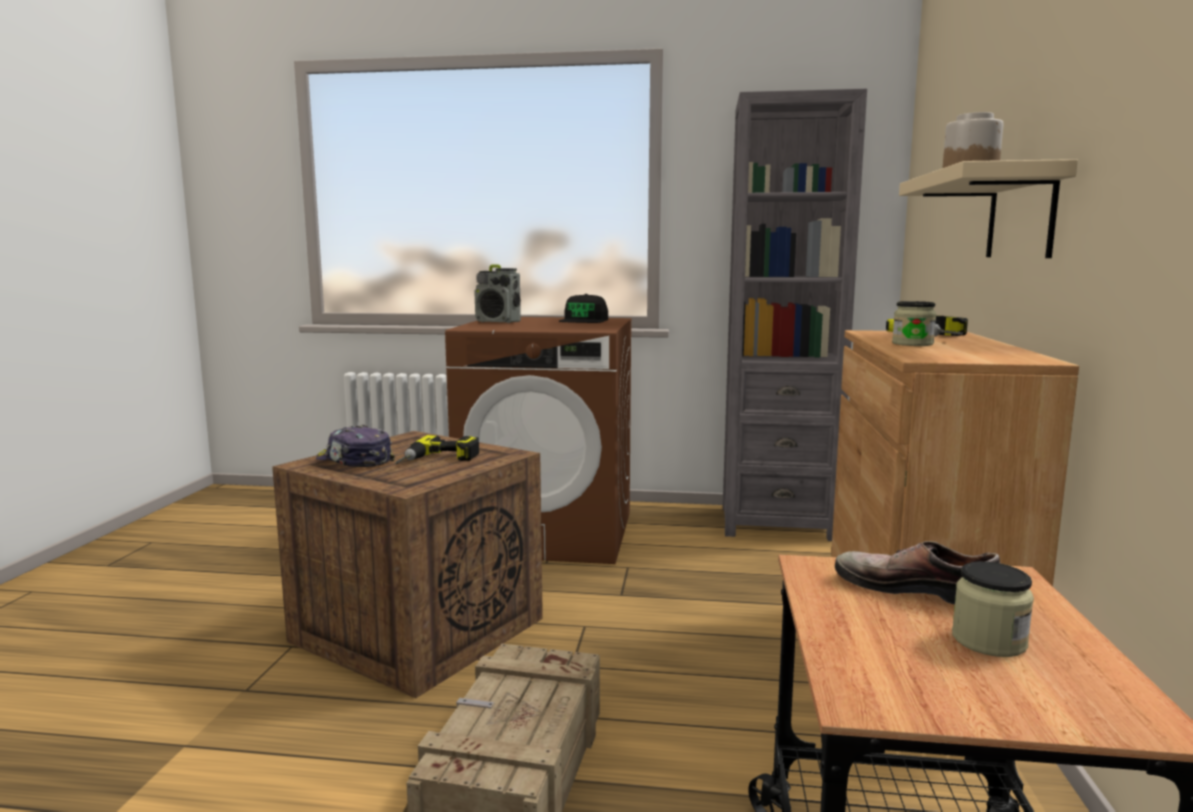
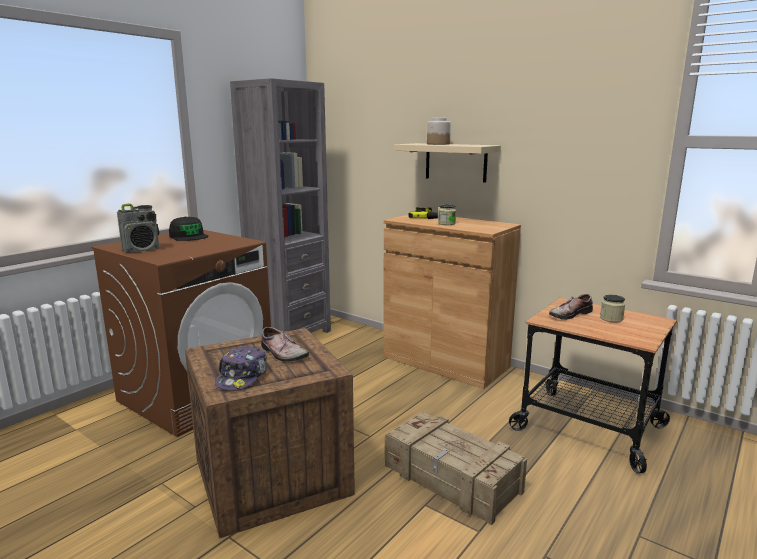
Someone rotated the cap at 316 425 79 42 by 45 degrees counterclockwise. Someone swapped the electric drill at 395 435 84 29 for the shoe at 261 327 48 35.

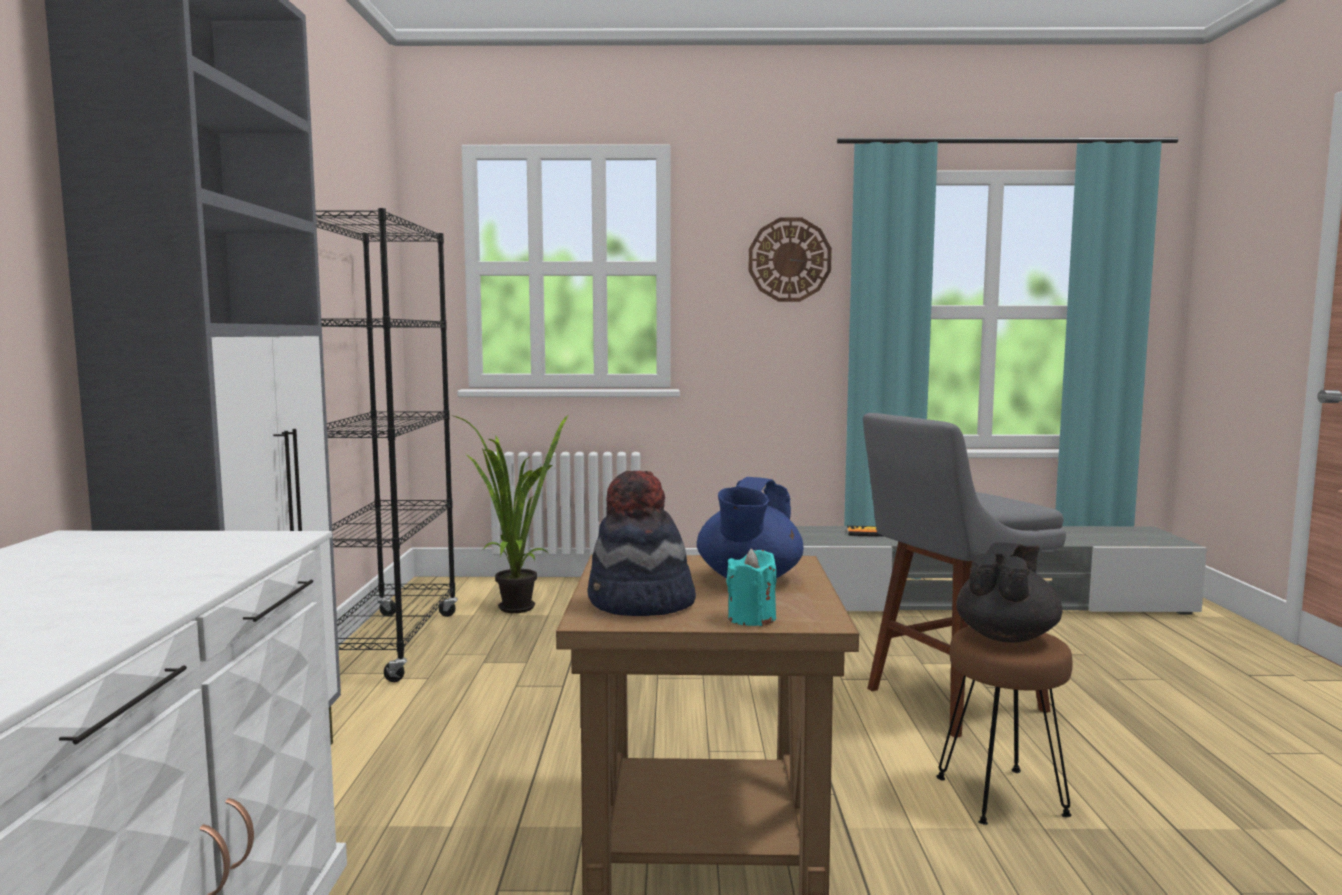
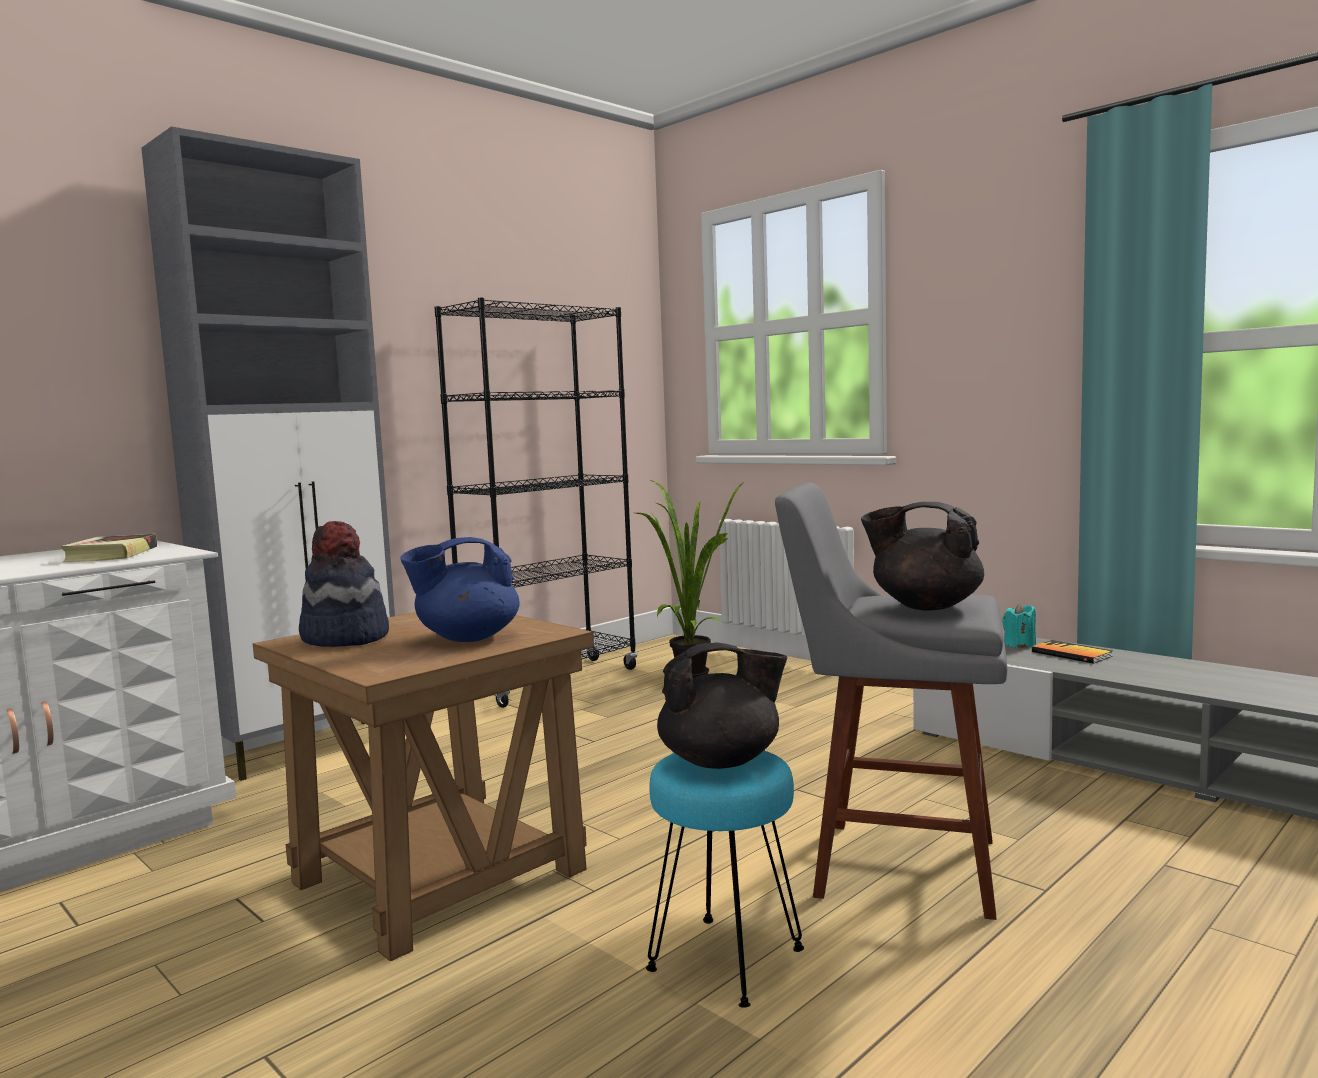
Someone carried the blue-green wax candle from 726 549 51 77 to 1002 603 34 45. Someone took away the clock on the wall at 749 217 83 85. Someone repainted the brown sitting stool at 936 626 137 199, which became the blue-green sitting stool at 646 751 158 257. Someone put down the bound book at 60 534 97 28. Someone put down the black tea pot at 861 502 123 109.

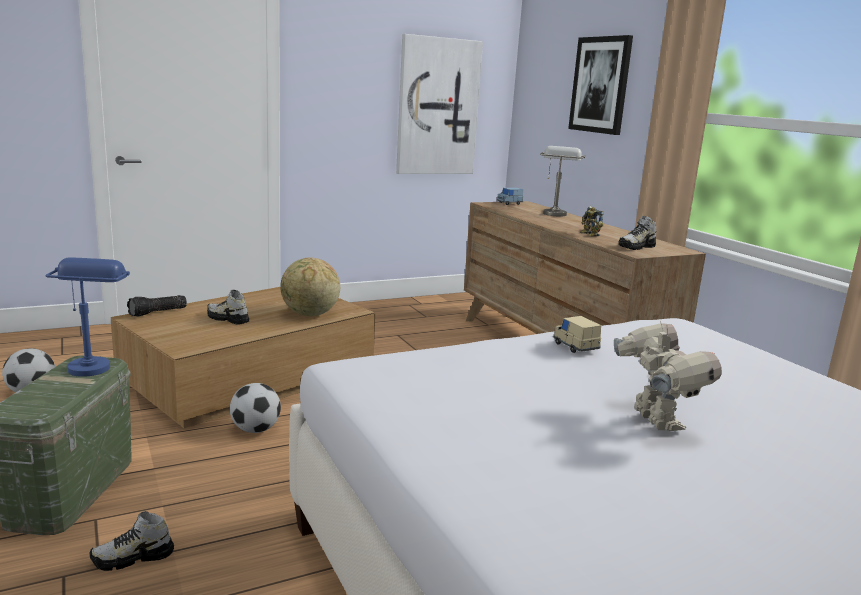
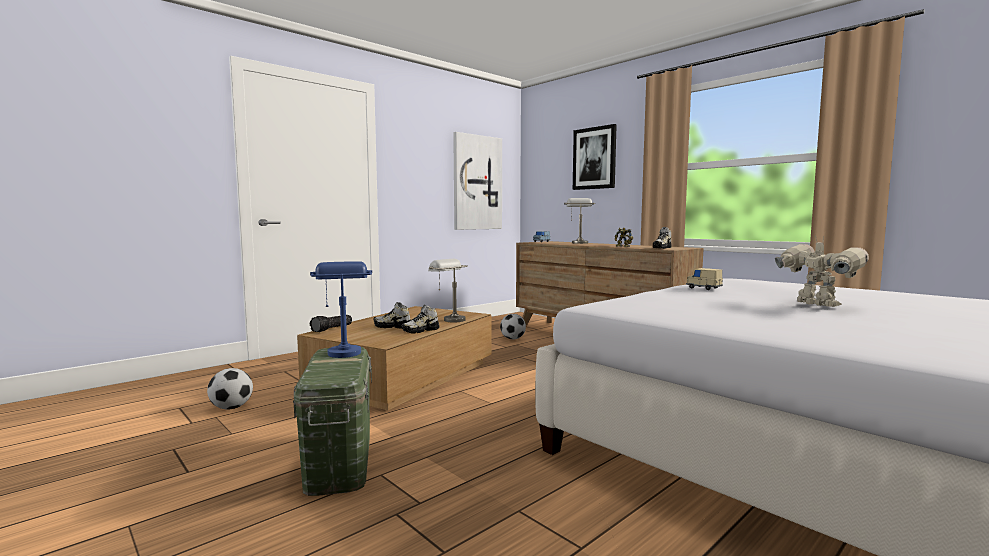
Someone carried the shoe from 89 511 85 60 to 402 305 37 29. Someone carried the ball for football from 230 383 51 50 to 500 314 26 25. Someone swapped the desk globe at 280 258 60 58 for the greyish lamp for a table at 428 259 40 63.

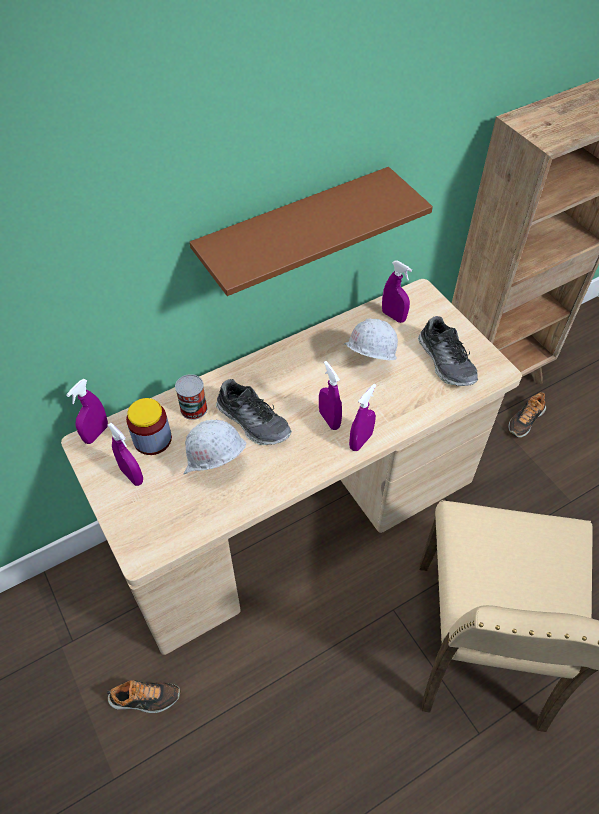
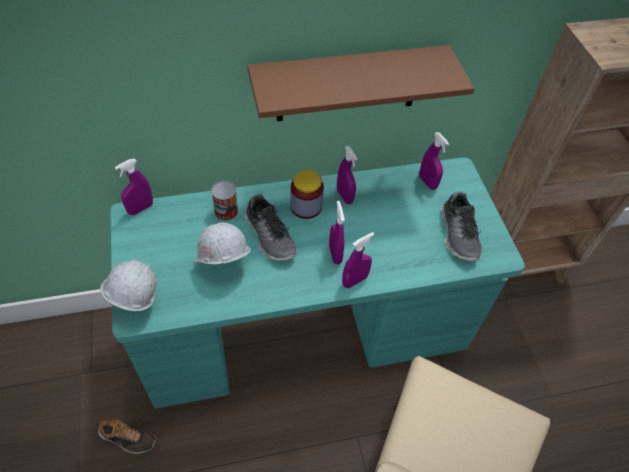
Someone repainted the beige desk unit at 61 279 461 376, which became the blue-green desk unit at 110 157 415 251. Someone carried the purple-coloured sprayer from 108 423 35 63 to 337 146 20 58. Someone carried the preserve jar from 126 398 46 57 to 290 170 34 49. Someone carried the white safety helmet from 344 318 54 42 to 100 260 56 51. Someone took away the shoe at 508 392 38 45.

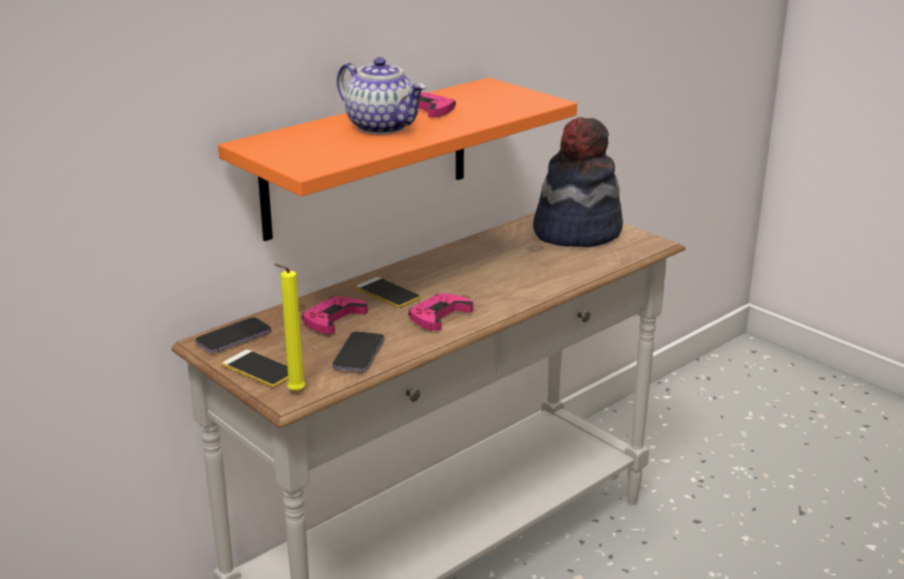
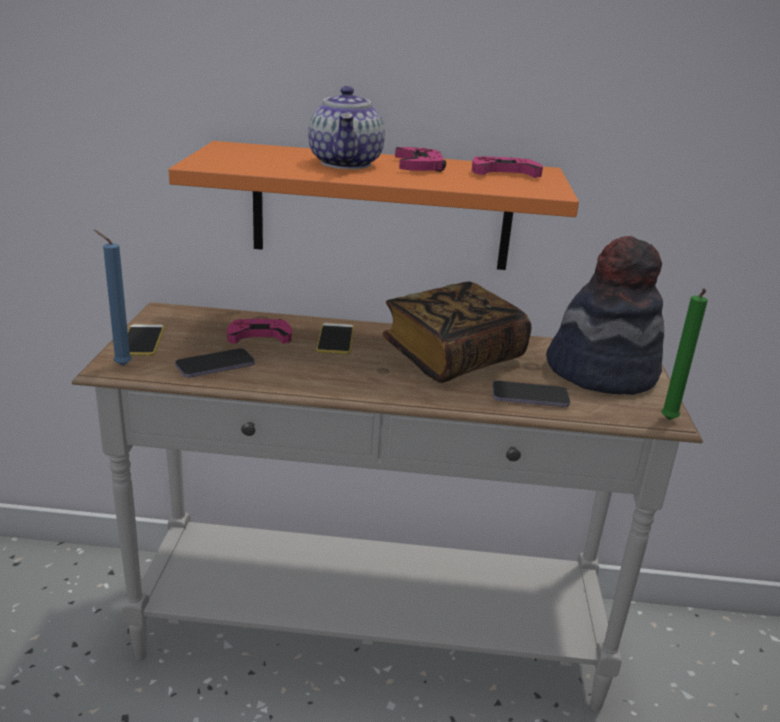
Someone carried the phone from 195 317 76 36 to 492 381 78 26. Someone repainted the yellow-coloured wax candle at 274 264 31 128, which became the blue-coloured wax candle at 94 230 38 136. Someone carried the pink gamepad from 408 293 65 38 to 472 156 71 22. Someone put down the bound book at 382 281 150 102. Someone put down the greenish wax candle at 661 288 47 132.

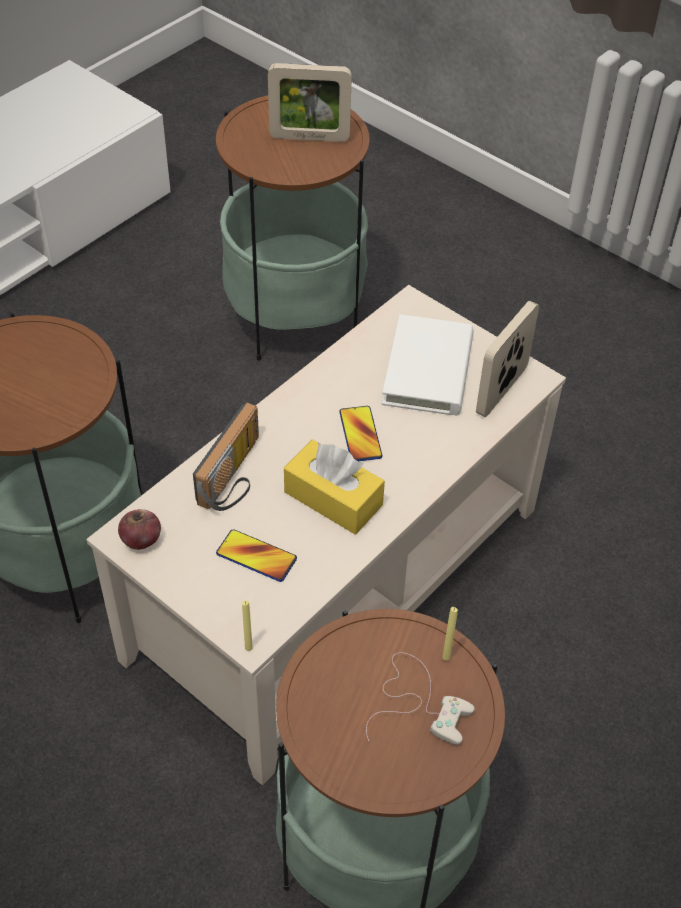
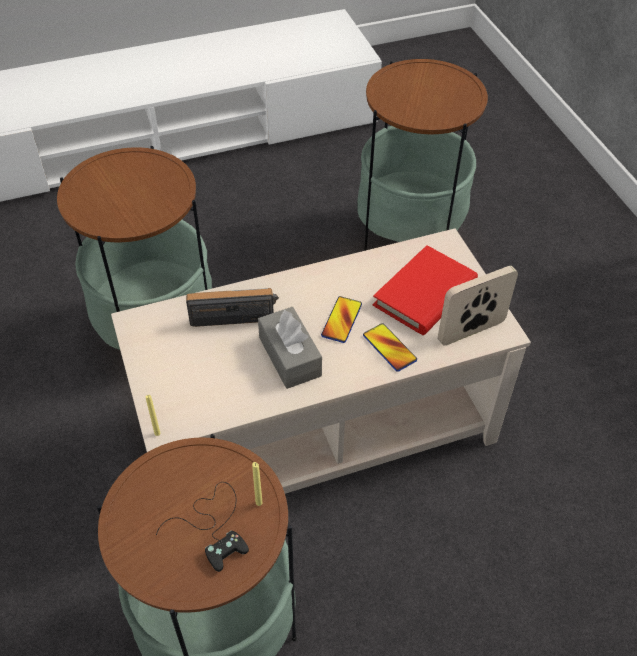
Someone took away the apple fruit at 118 509 43 41. Someone rotated the radio receiver at 193 402 66 109 by 150 degrees counterclockwise. Someone carried the phone from 216 529 81 53 to 363 323 54 49. Someone took away the photo frame at 268 63 84 79. Someone repainted the yellow-coloured tissue box at 284 439 101 95, which became the greyish tissue box at 258 307 64 82. Someone repainted the white gamepad at 366 652 109 93, which became the black gamepad at 156 482 93 90. Someone repainted the white bound book at 382 314 91 101, which became the red-coloured bound book at 373 245 105 90.

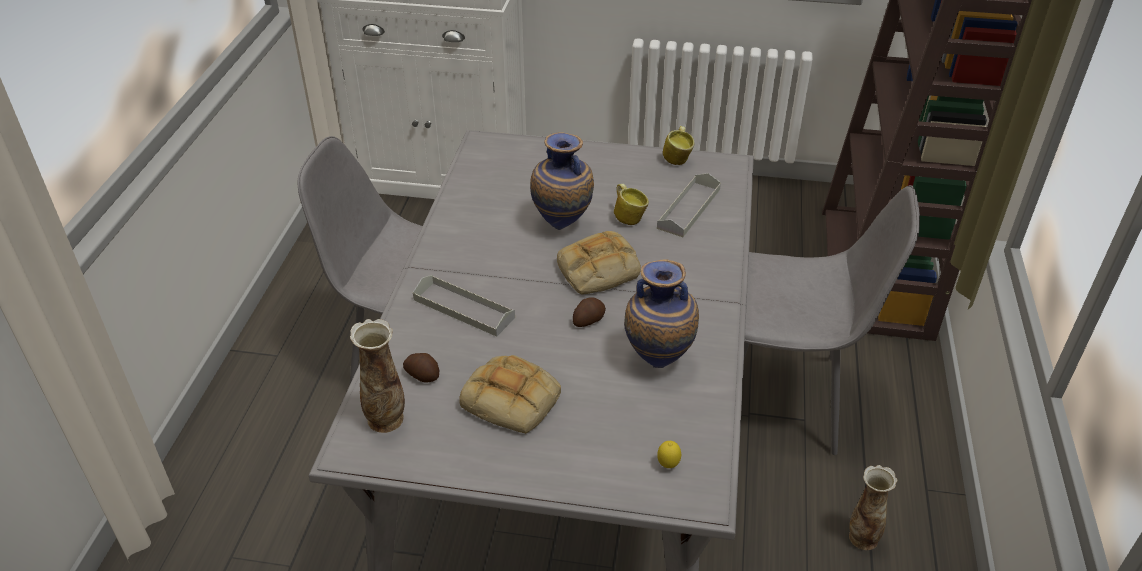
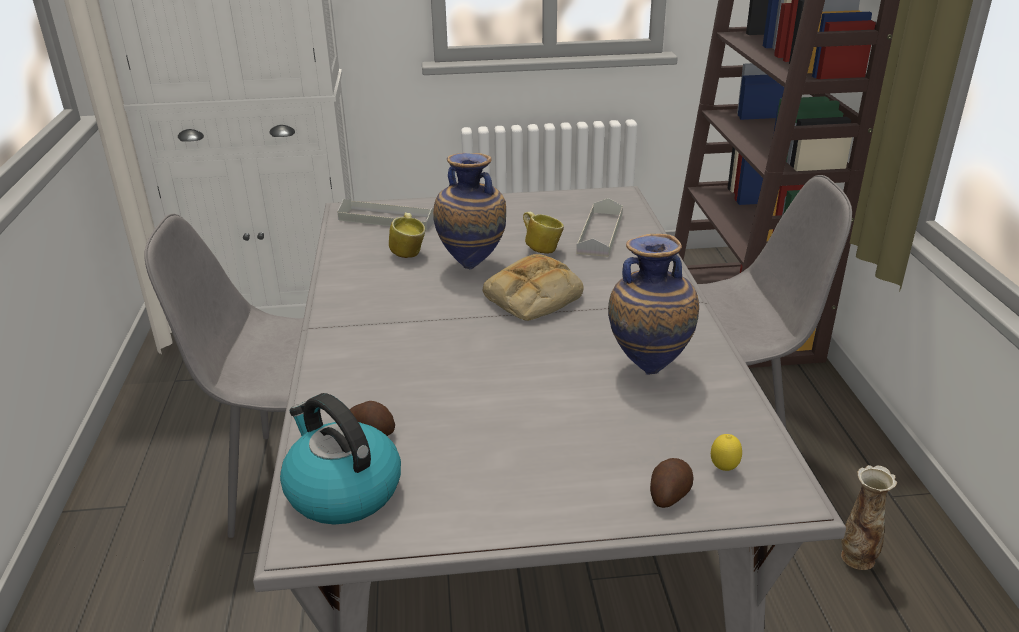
Someone swapped the vase at 350 319 55 114 for the water kettle at 280 393 121 131. Someone carried the greyish tray from 413 275 102 62 to 337 199 97 31. Someone took away the baked bread at 459 355 102 79. Someone carried the spud from 573 297 33 30 to 650 458 44 50. Someone carried the mug from 663 126 31 39 to 389 212 36 46.

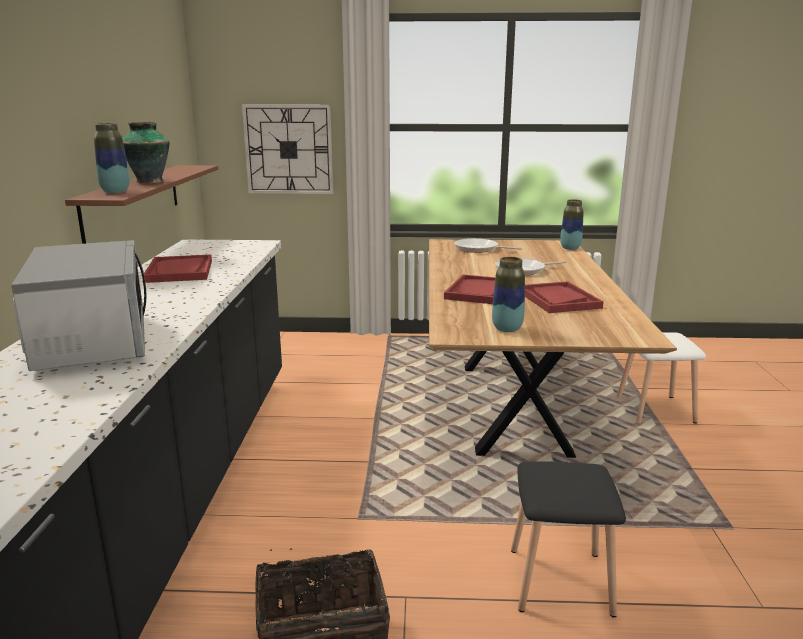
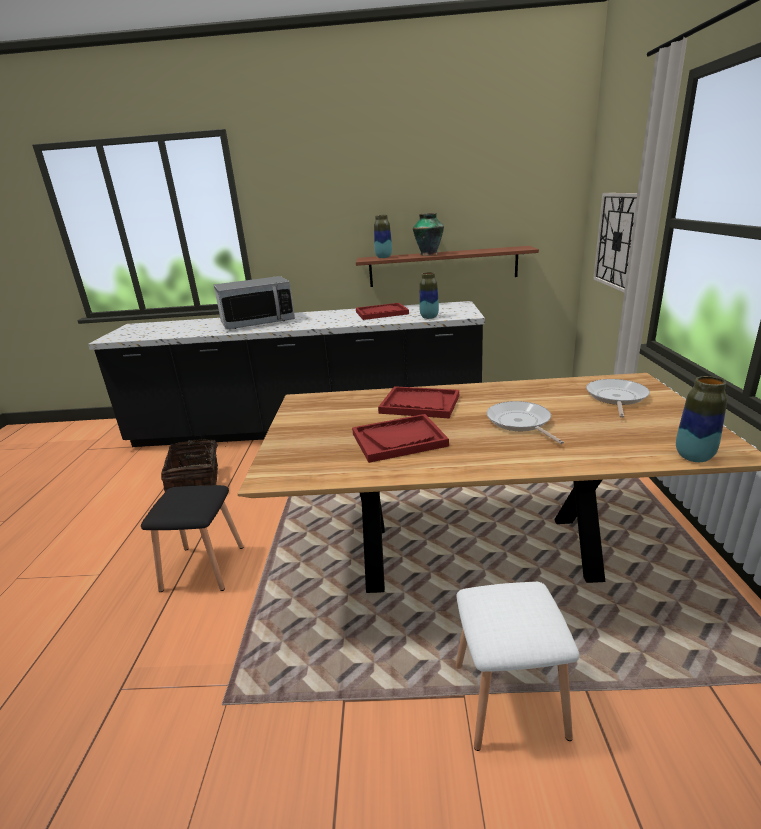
Someone carried the vase from 492 257 33 75 to 419 272 20 47.

